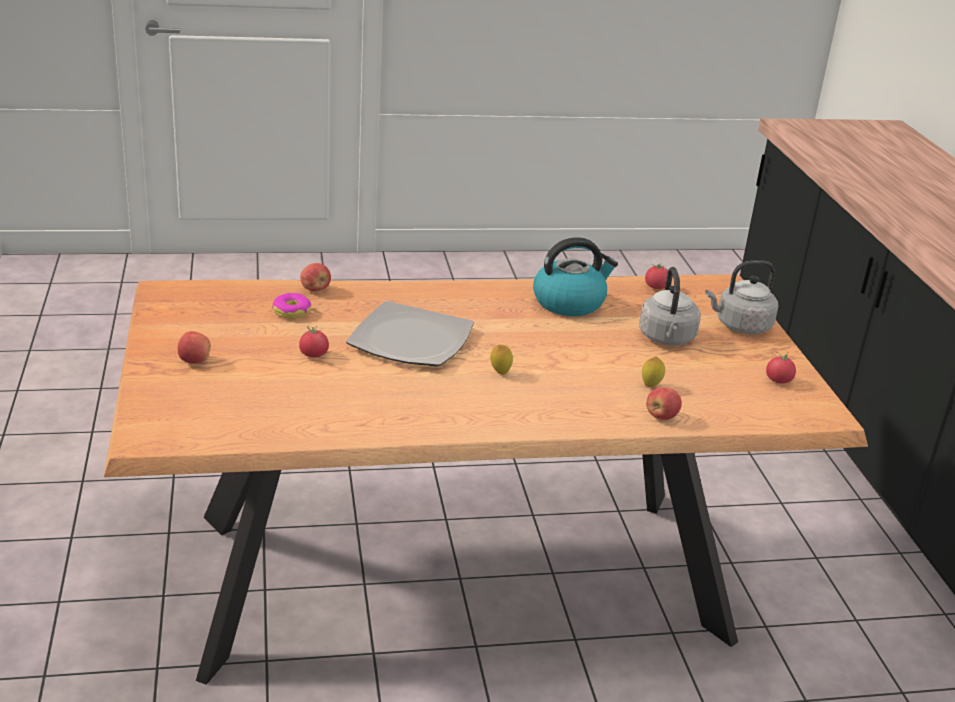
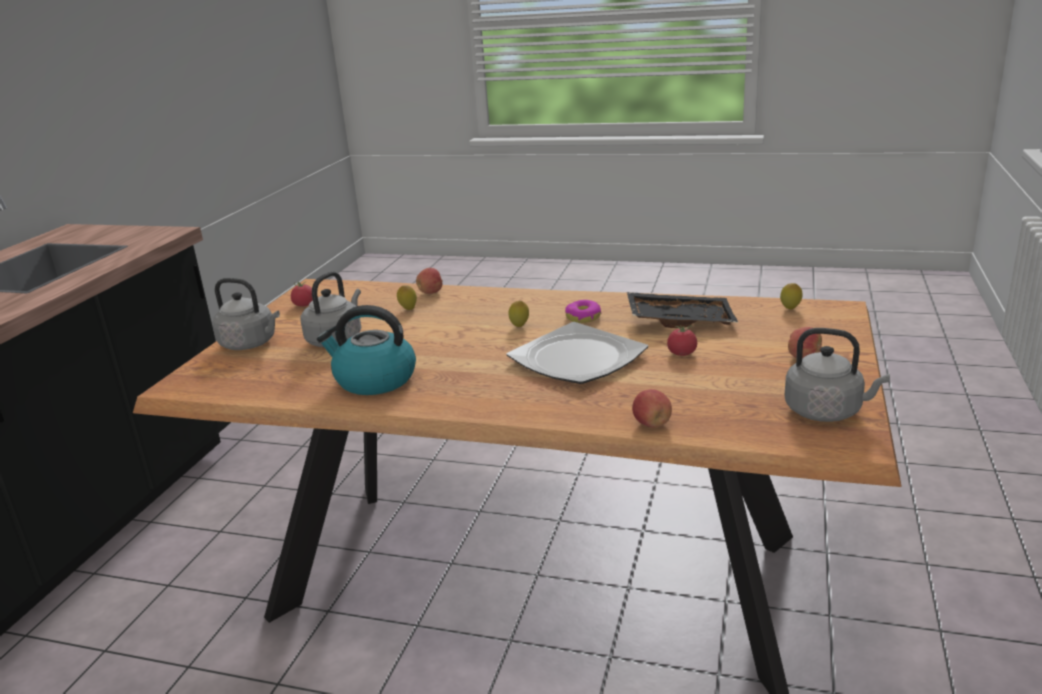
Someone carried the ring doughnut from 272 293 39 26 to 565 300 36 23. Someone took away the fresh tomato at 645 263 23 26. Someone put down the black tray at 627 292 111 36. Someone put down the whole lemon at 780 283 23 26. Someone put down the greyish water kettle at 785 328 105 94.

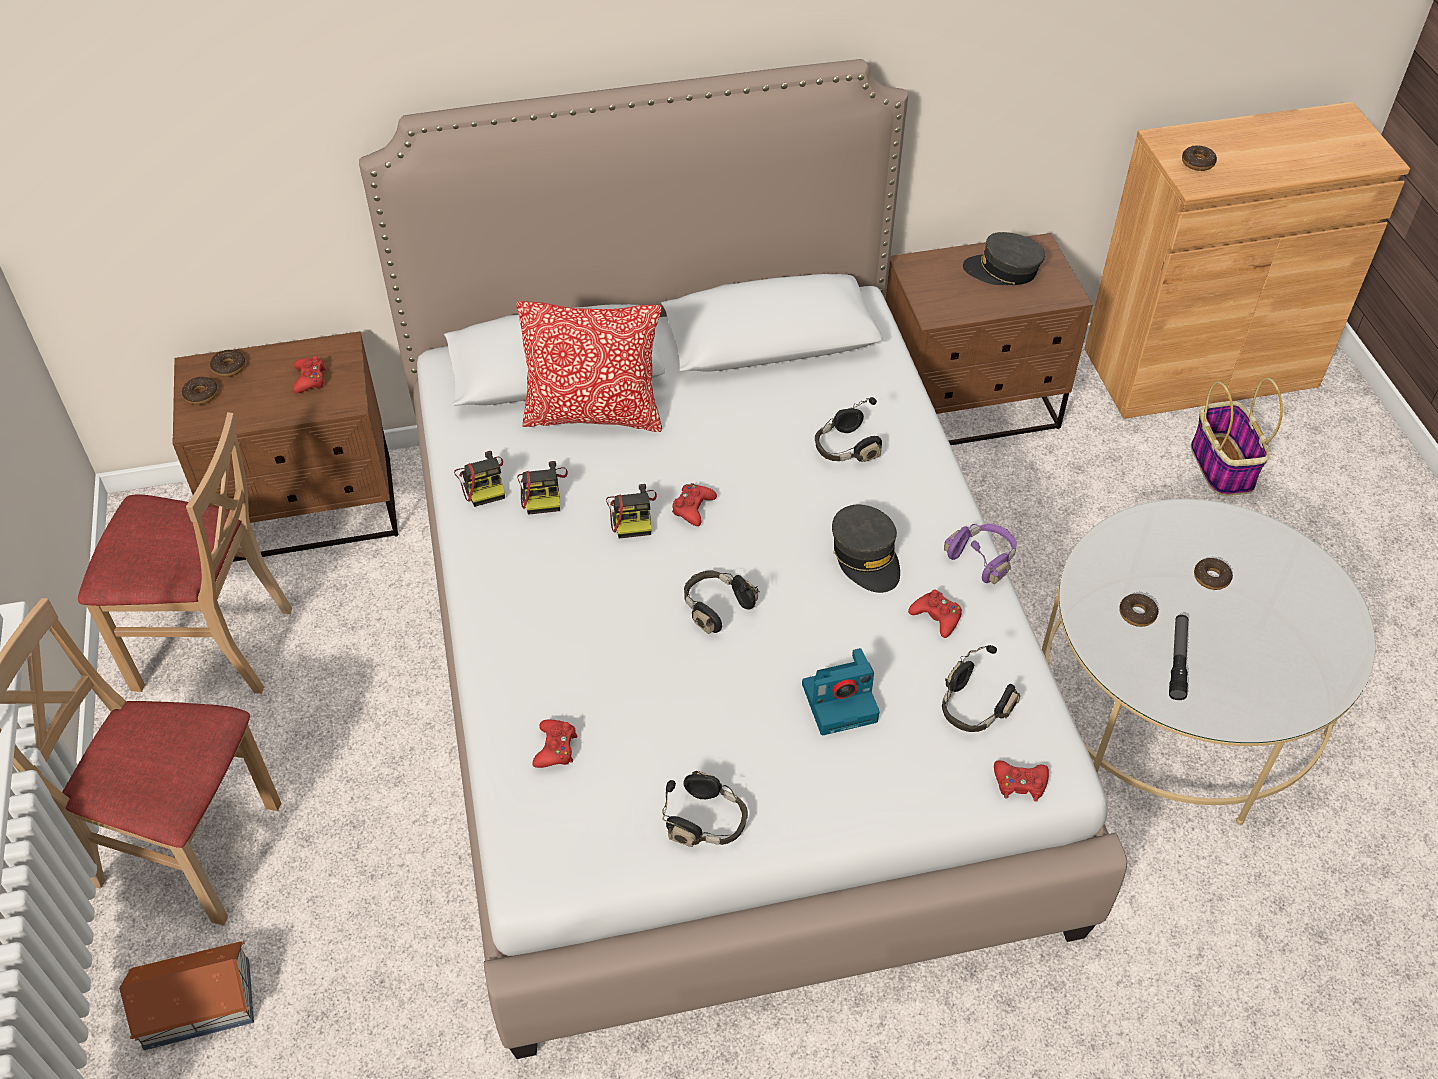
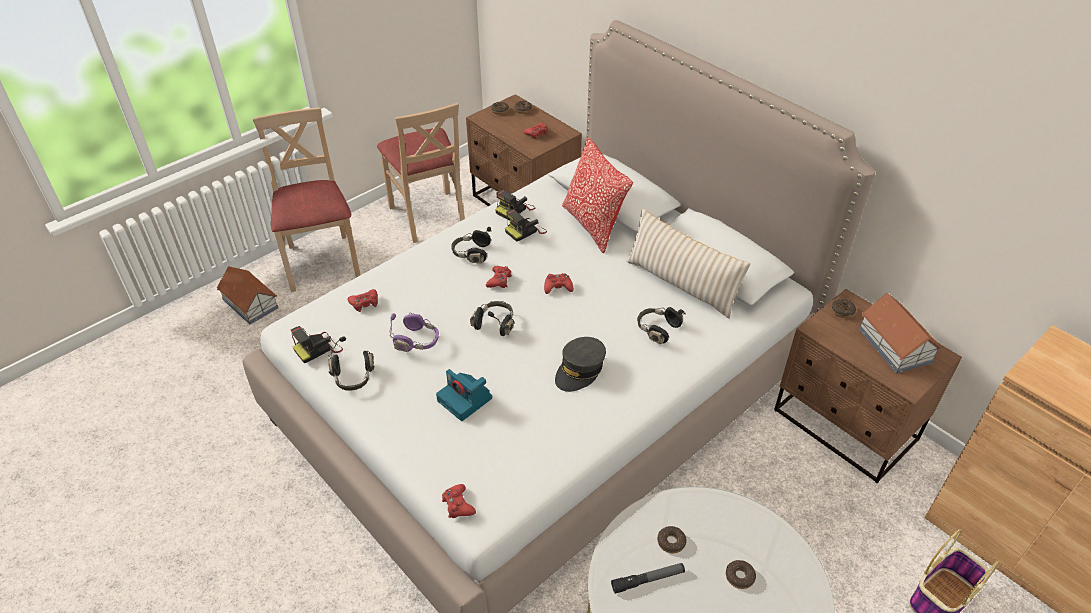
Someone carried the still camera from 606 484 51 54 to 291 326 52 38. Someone carried the red-coloured gamepad from 908 590 54 48 to 486 266 26 22. Someone carried the black pair of headphones from 942 645 78 87 to 451 227 41 36. Someone carried the purple-coloured pair of headphones from 944 523 73 61 to 390 313 49 39. Someone swapped the greyish cap at 963 232 82 53 for the toy house at 859 293 83 81. Someone carried the ring doughnut from 1182 145 35 26 to 831 299 25 19. Someone put down the beige cushion at 626 209 124 110.

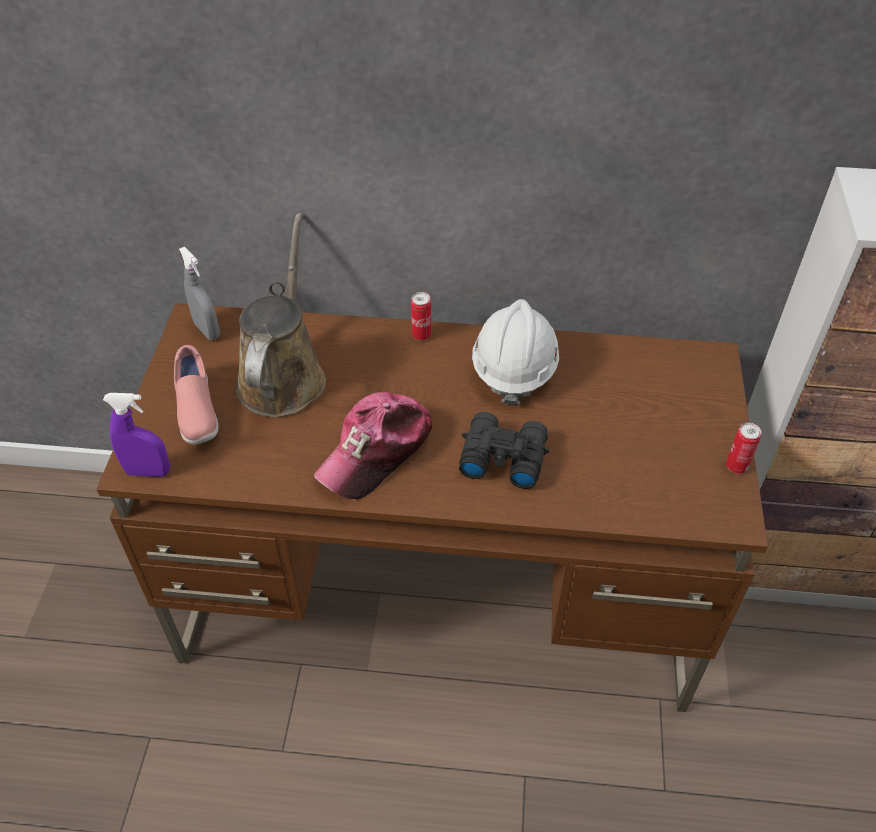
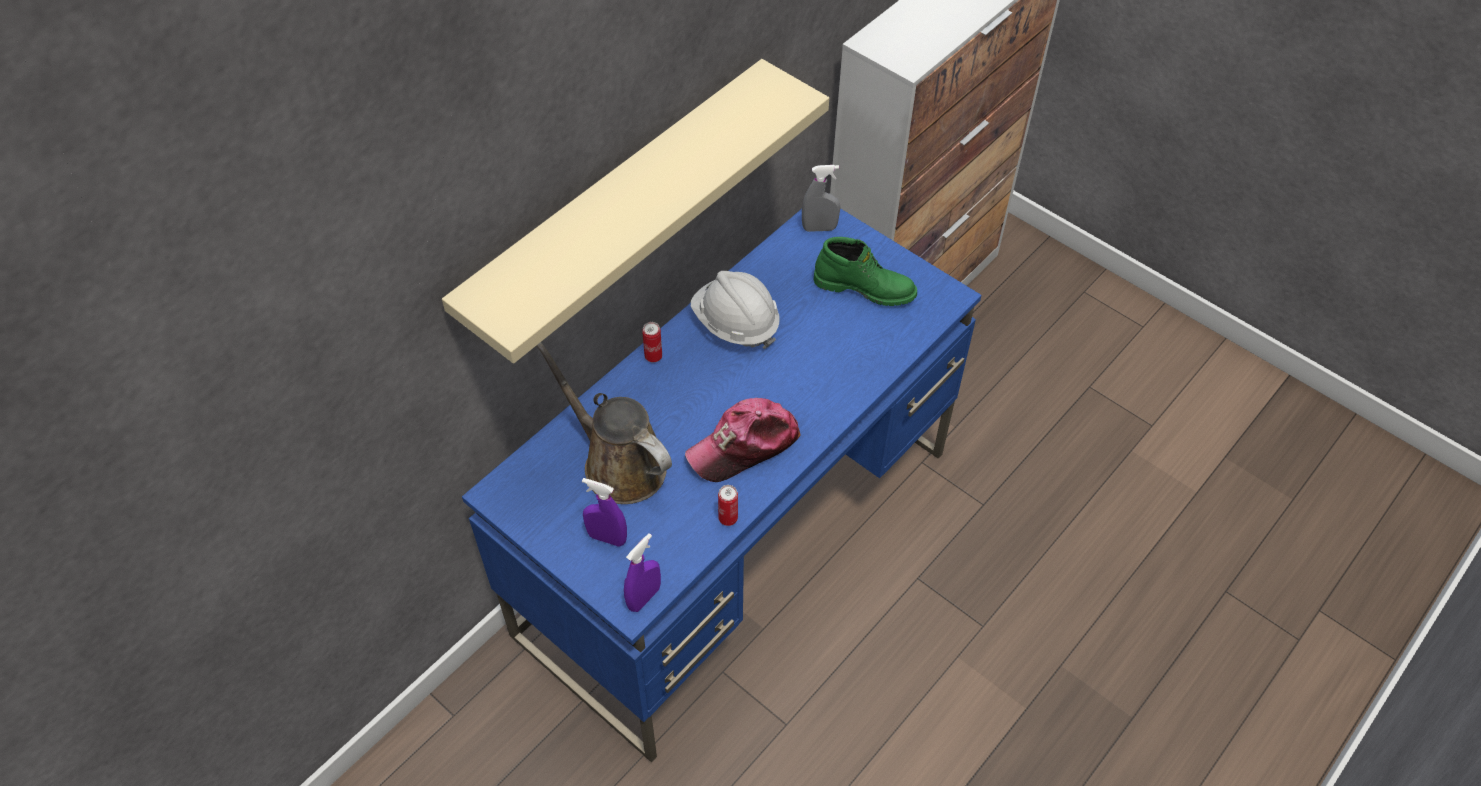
Someone repainted the brown desk unit at 97 303 671 409, which became the blue-coloured desk unit at 462 208 520 554. Someone swapped the pink shoe at 174 345 45 100 for the purple-coloured sprayer at 582 478 45 69. Someone carried the greyish sprayer from 179 247 41 93 to 802 165 38 67. Someone rotated the cap at 314 392 119 107 by 75 degrees clockwise. Someone took away the black binoculars at 459 412 91 77. Someone carried the metal can from 726 423 36 51 to 718 485 20 41. Someone put up the beige bracket shelf at 442 59 387 305. Someone put down the greenish tall boot at 814 237 103 69.

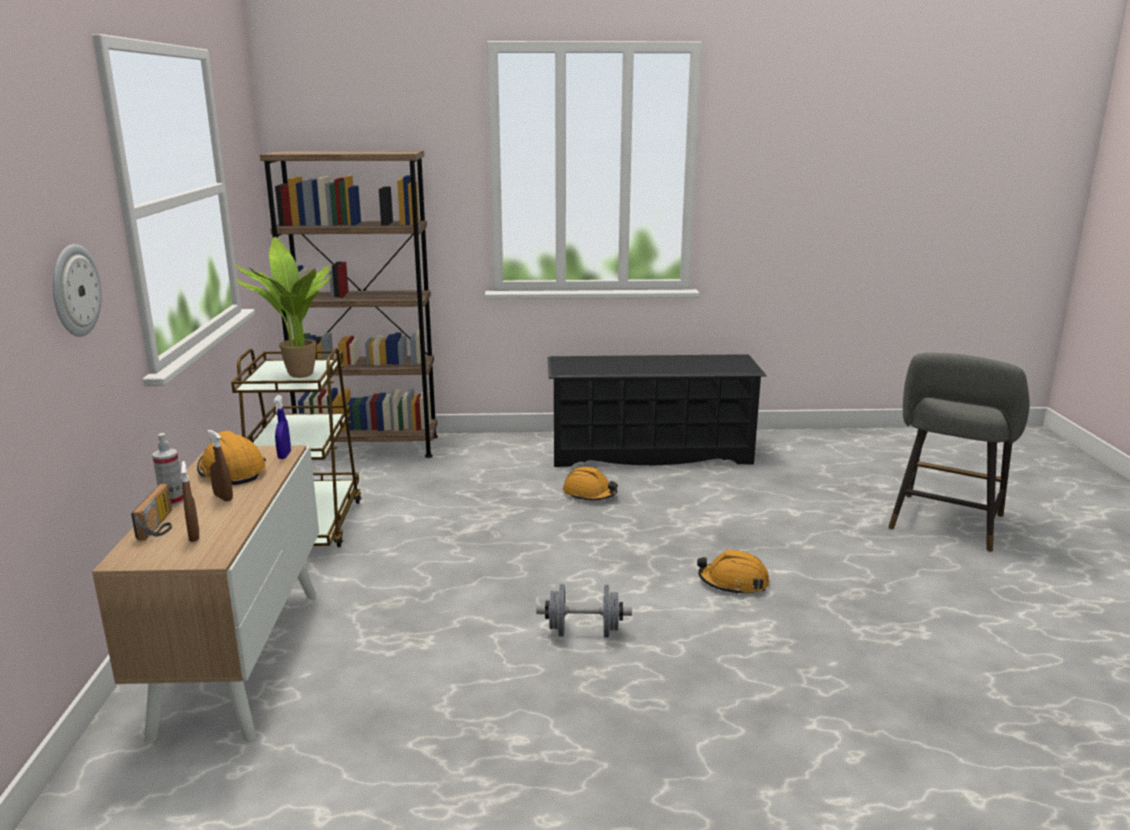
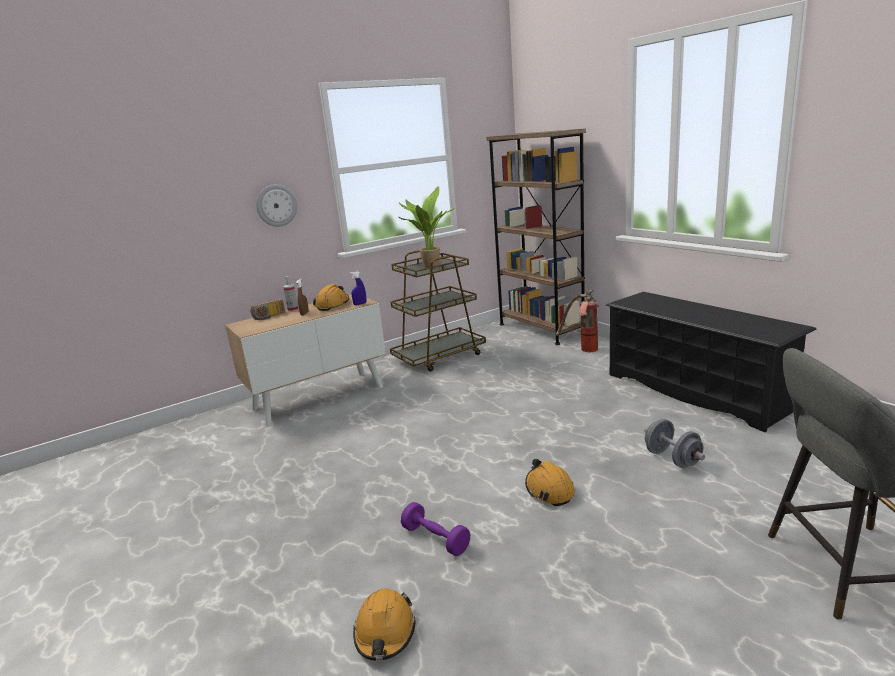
Someone took away the brown sprayer at 181 461 18 81. Someone carried the greyish free weight from 536 584 96 54 to 644 419 61 49. Someone carried the orange-coloured safety helmet from 563 467 55 33 to 353 588 63 73. Someone put down the purple-coloured free weight at 401 502 69 54. Someone put down the fire extinguisher at 556 290 43 62.

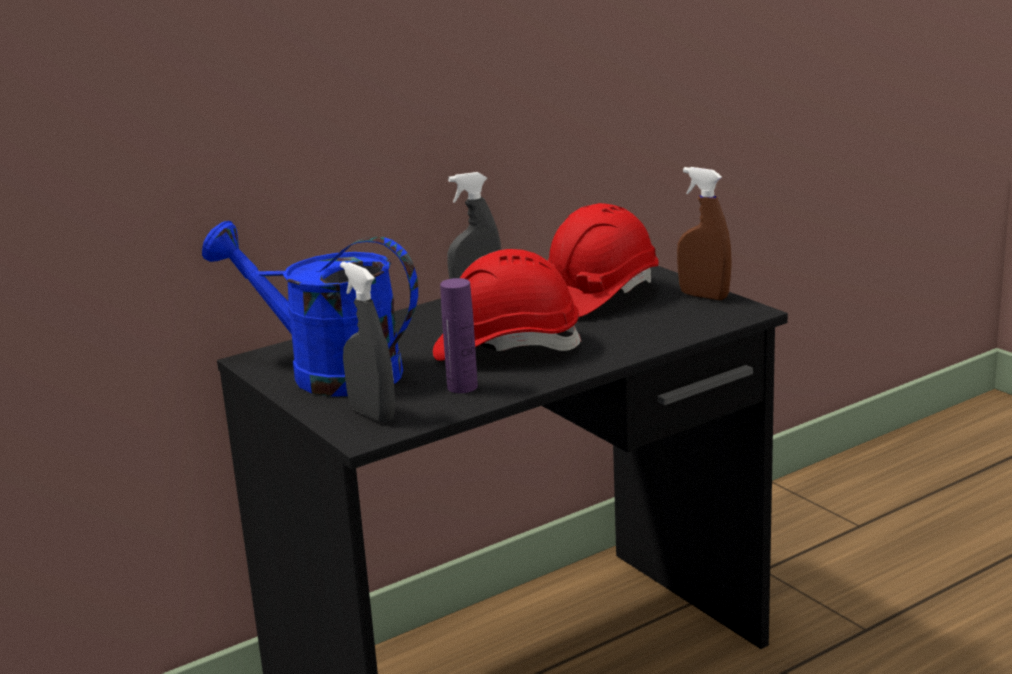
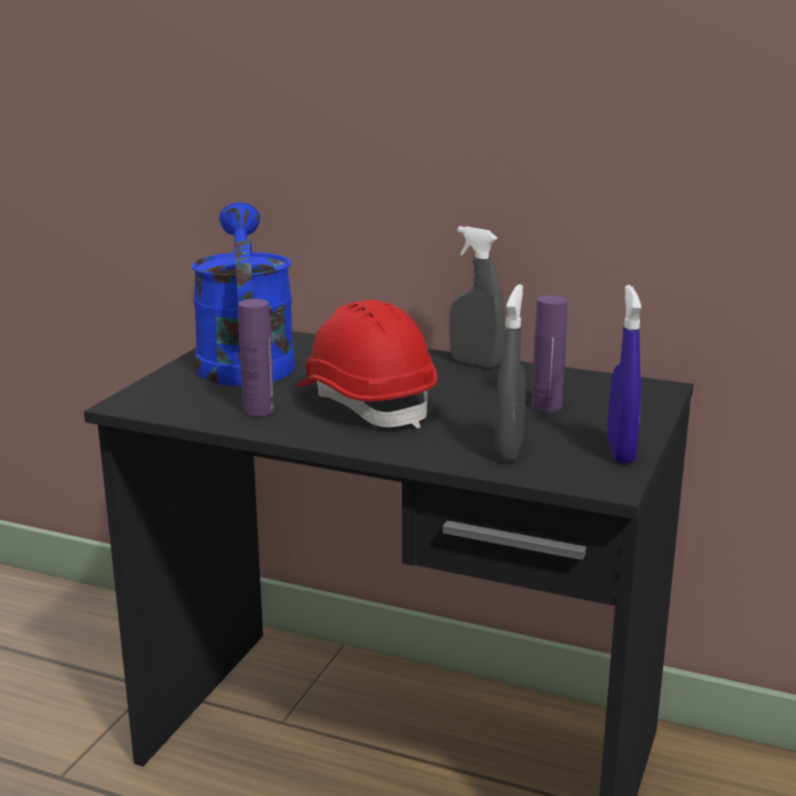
Someone carried the greyish sprayer from 340 262 55 160 to 495 284 31 178. Someone swapped the red-coloured safety helmet at 548 203 111 114 for the purple-coloured beverage bottle at 532 295 36 117. Someone repainted the brown sprayer at 677 167 55 133, which became the blue-coloured sprayer at 607 285 35 178.

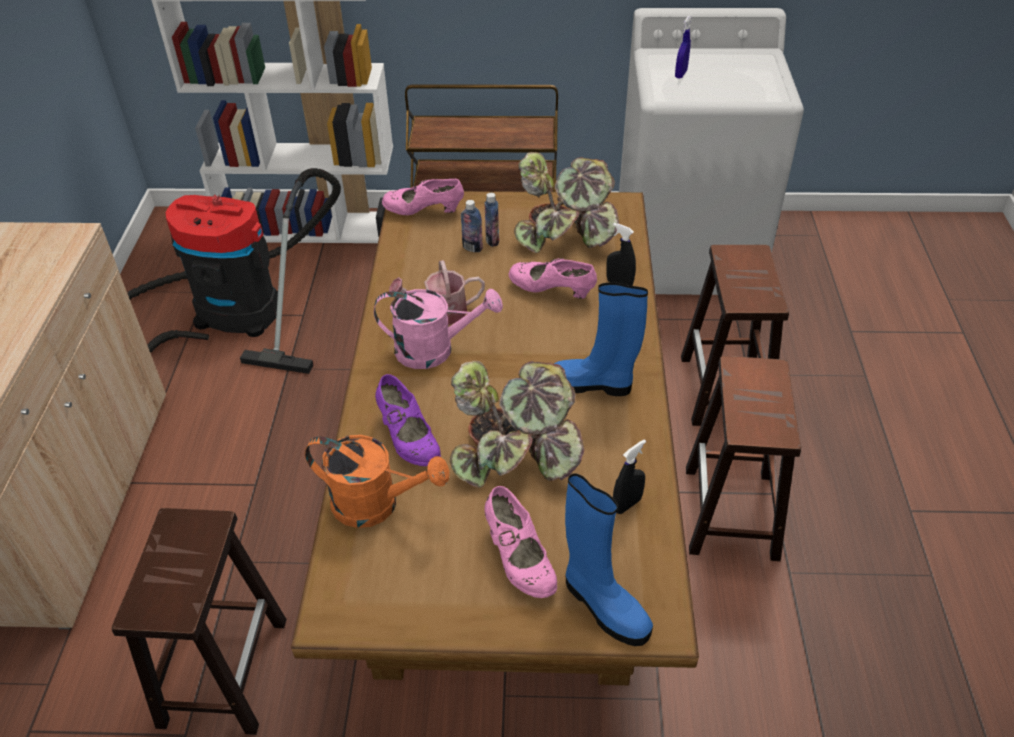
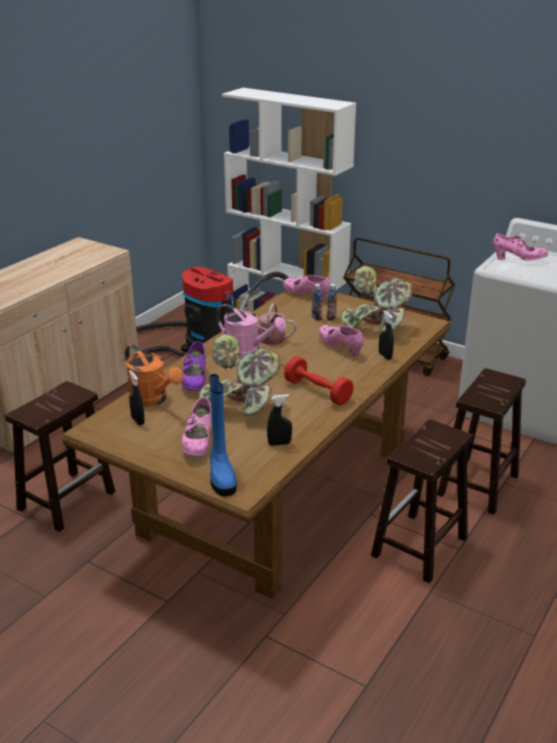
Someone swapped the blue-coloured tall boot at 554 282 94 114 for the red-coloured free weight at 284 356 70 50. Someone swapped the blue-coloured sprayer at 675 15 17 63 for the pink shoe at 493 233 55 28. Someone put down the black sprayer at 129 370 16 55.

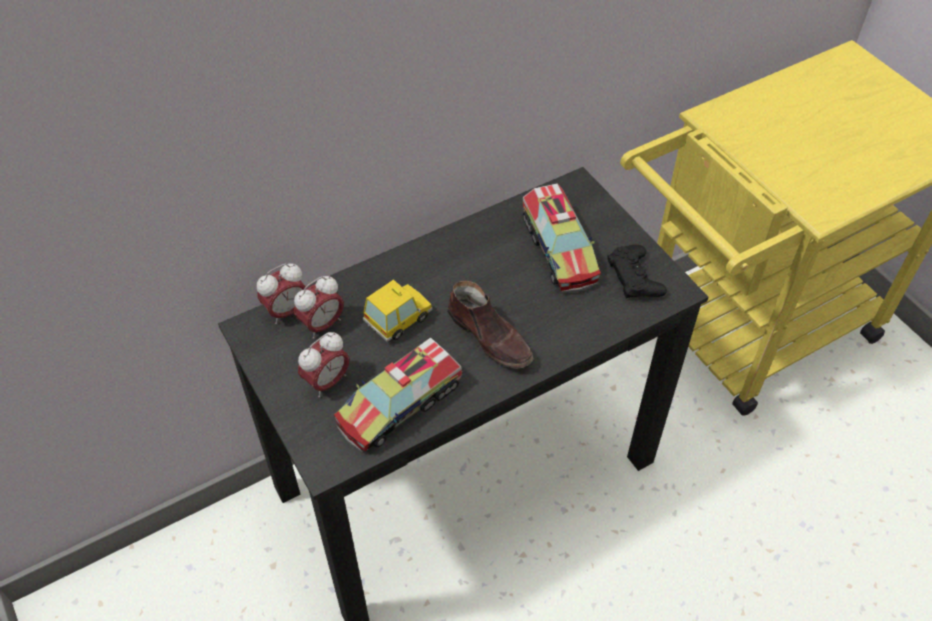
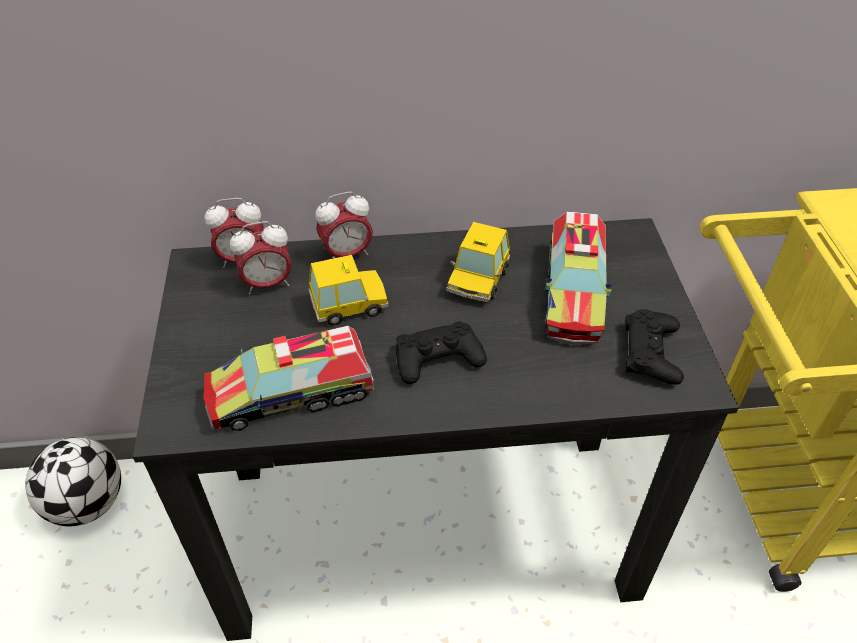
Someone carried the alarm clock from 298 332 51 65 to 315 192 58 67. Someone swapped the brown shoe at 447 281 86 88 for the black gamepad at 396 321 91 63. Someone put down the ball for football at 25 437 96 89. Someone put down the toy car at 447 222 63 80.

